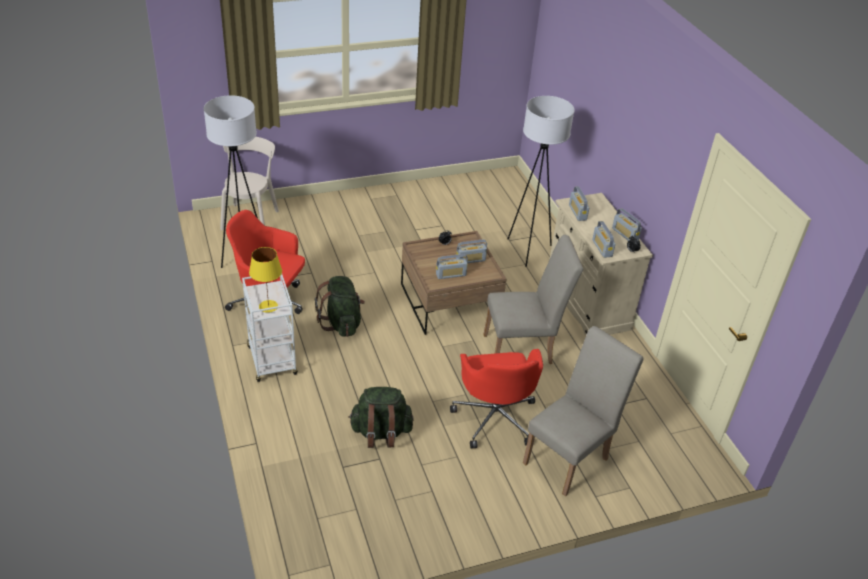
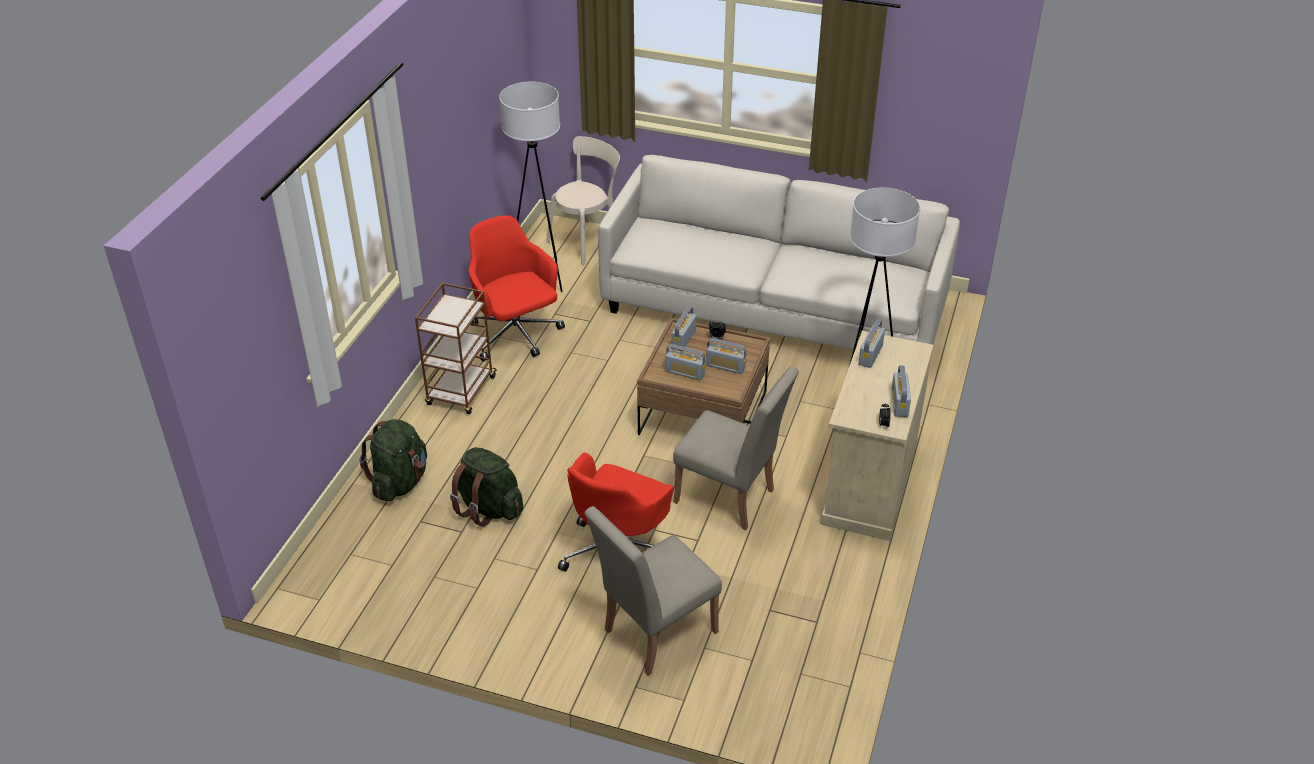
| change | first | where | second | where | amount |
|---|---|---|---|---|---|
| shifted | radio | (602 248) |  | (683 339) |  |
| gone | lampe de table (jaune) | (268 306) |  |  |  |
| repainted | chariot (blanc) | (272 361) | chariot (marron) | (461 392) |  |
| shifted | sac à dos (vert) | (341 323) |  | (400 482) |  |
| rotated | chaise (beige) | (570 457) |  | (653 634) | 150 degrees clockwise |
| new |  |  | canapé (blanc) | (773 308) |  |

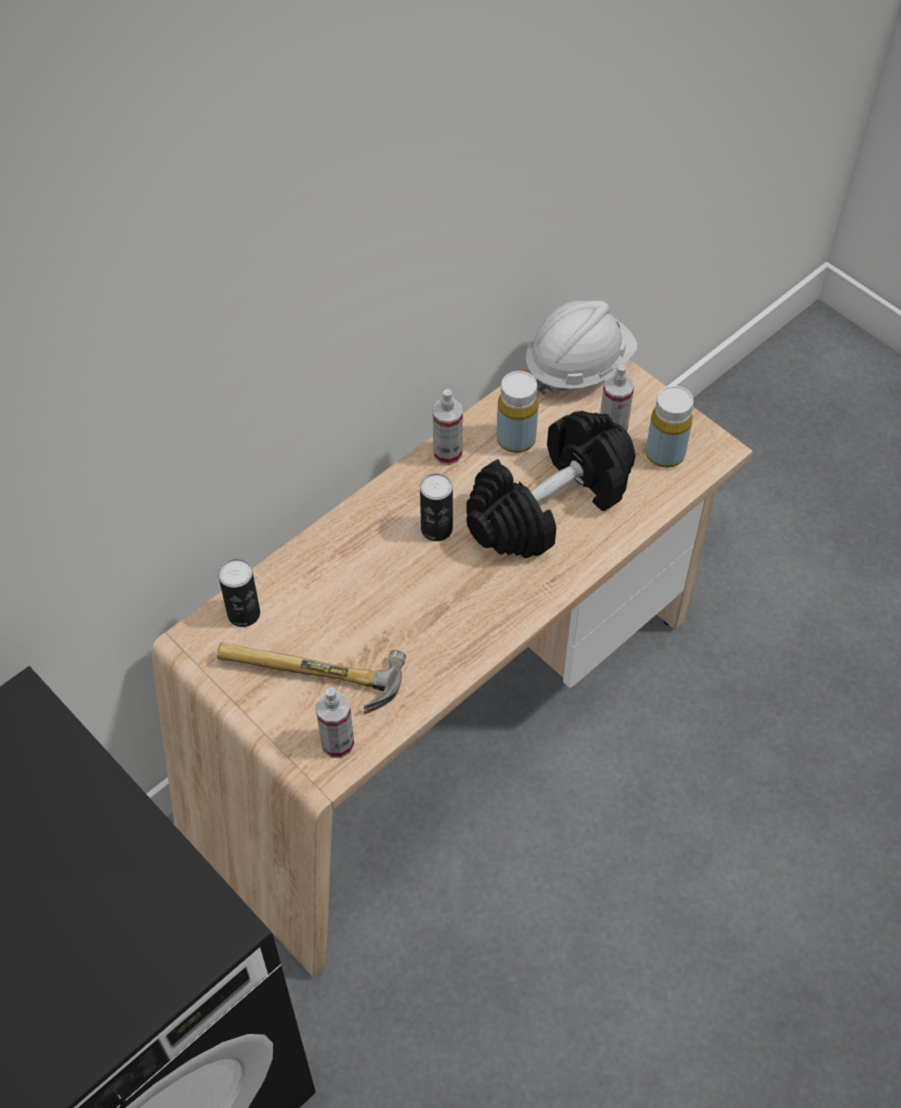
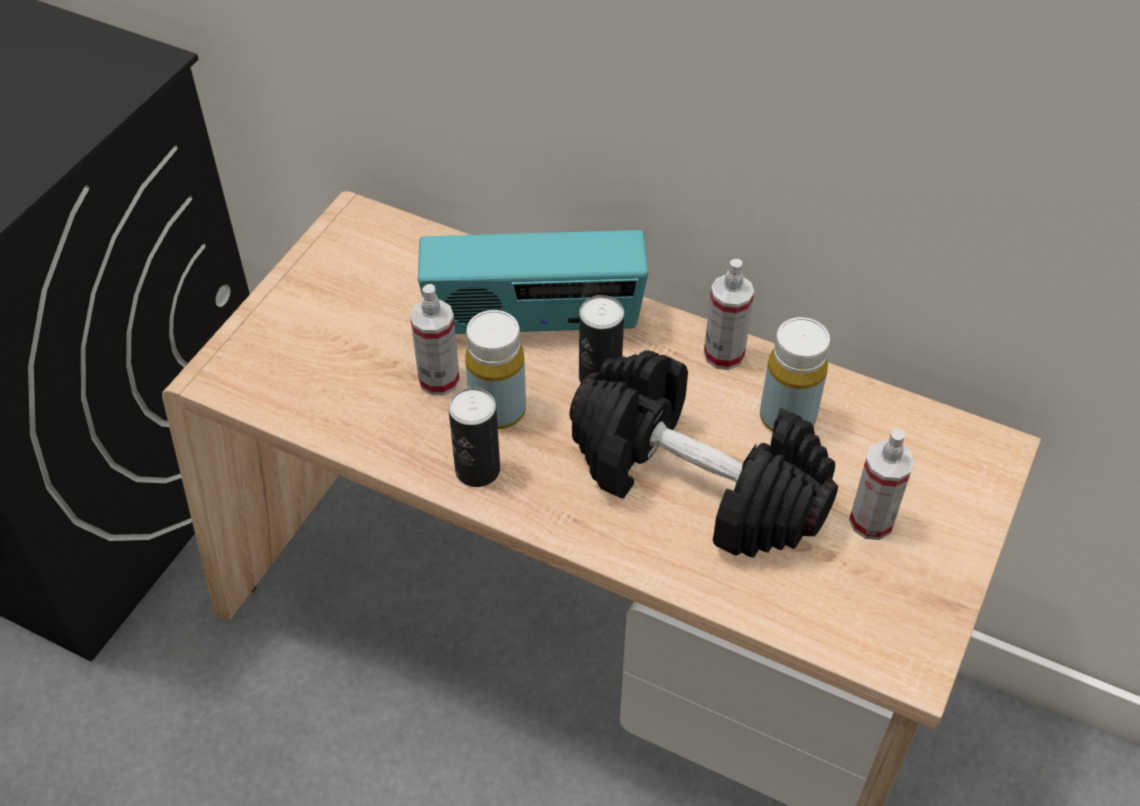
| change | first | where | second | where | amount |
|---|---|---|---|---|---|
| gone | casque de chantier (blanc) | (578 366) |  |  |  |
| shifted | bouteille (jaune) | (665 454) |  | (498 410) |  |
| shifted | boîte métallique | (243 613) |  | (477 469) |  |
| gone | marteau | (310 680) |  |  |  |
| shifted | vaporisateur | (337 743) |  | (439 380) |  |
| new |  |  | radio | (534 323) |  |

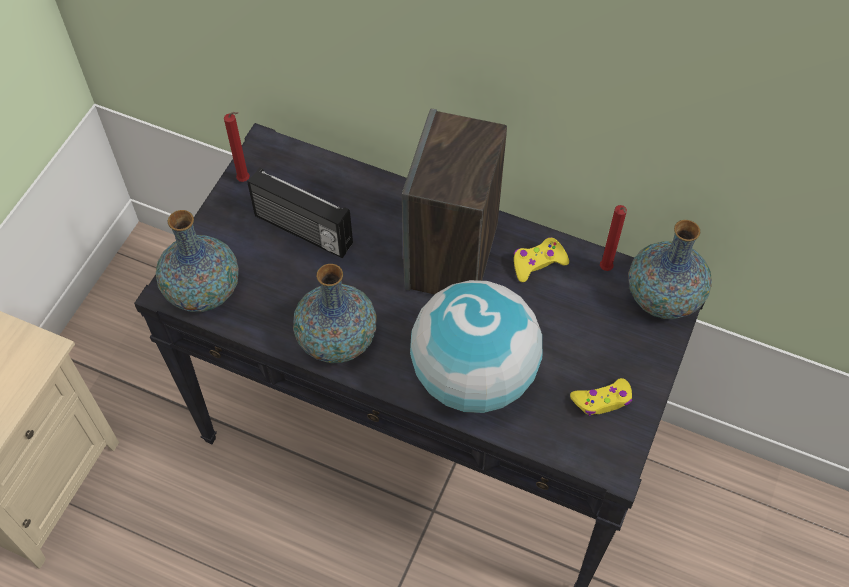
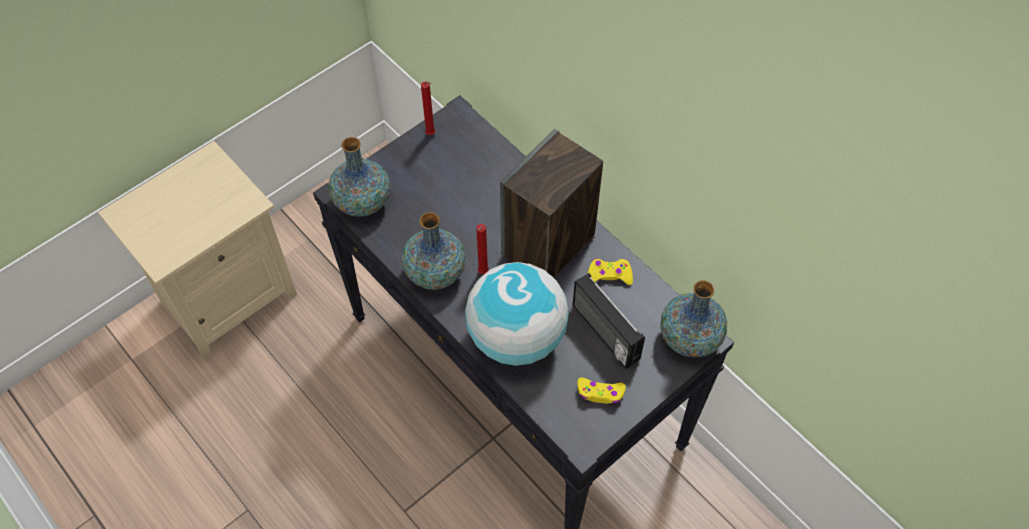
| change | first | where | second | where | amount |
|---|---|---|---|---|---|
| shifted | radio | (302 231) |  | (604 333) |  |
| shifted | bougie (rouge) | (606 270) |  | (482 273) |  |

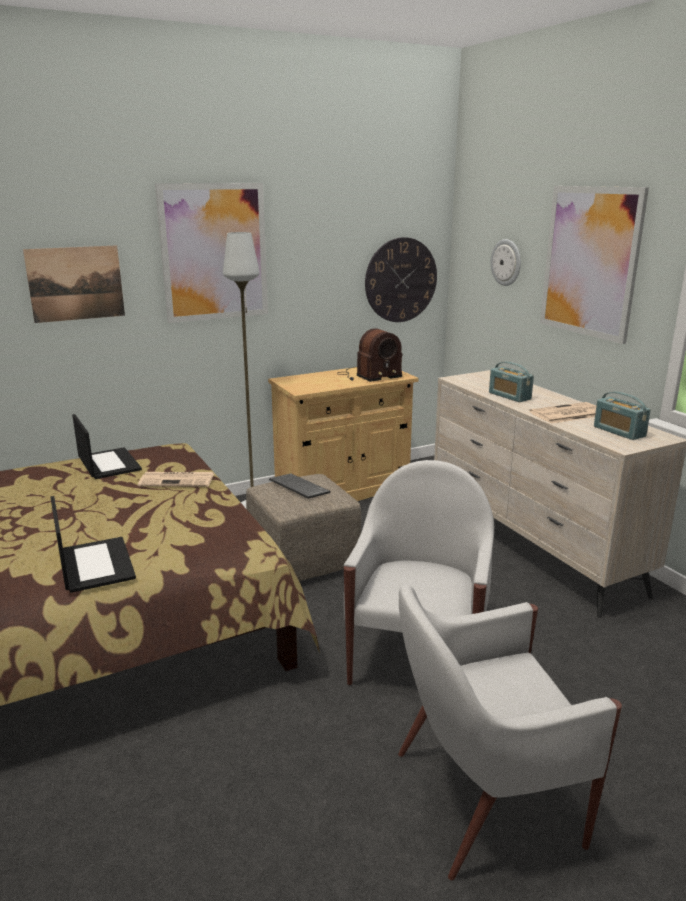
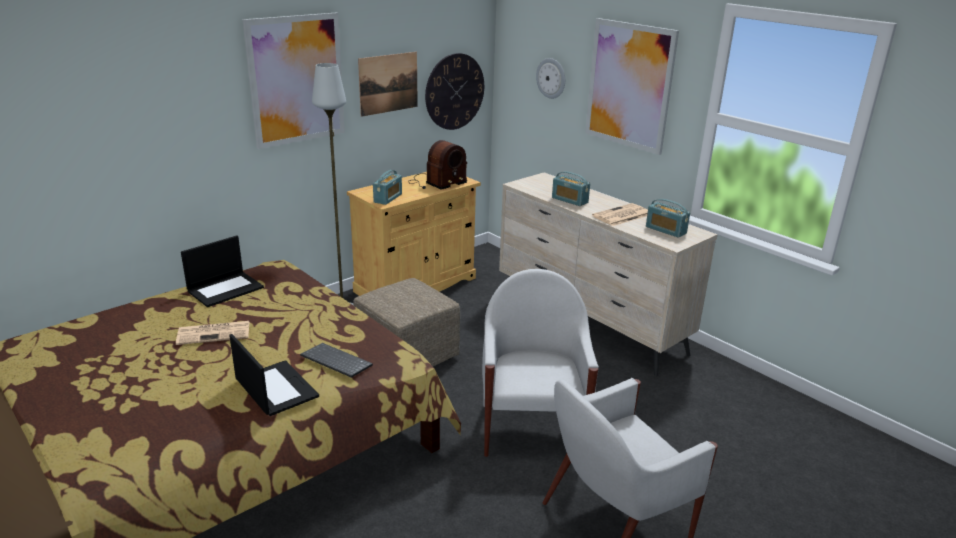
| change | first | where | second | where | amount |
|---|---|---|---|---|---|
| shifted | tableau | (76 283) |  | (388 83) |  |
| rotated | ordinateur portable | (108 463) |  | (226 289) | 90 degrees clockwise |
| shifted | journal | (178 480) |  | (215 333) |  |
| shifted | clavier | (297 487) |  | (334 362) |  |
| new |  |  | radio | (388 198) |  |

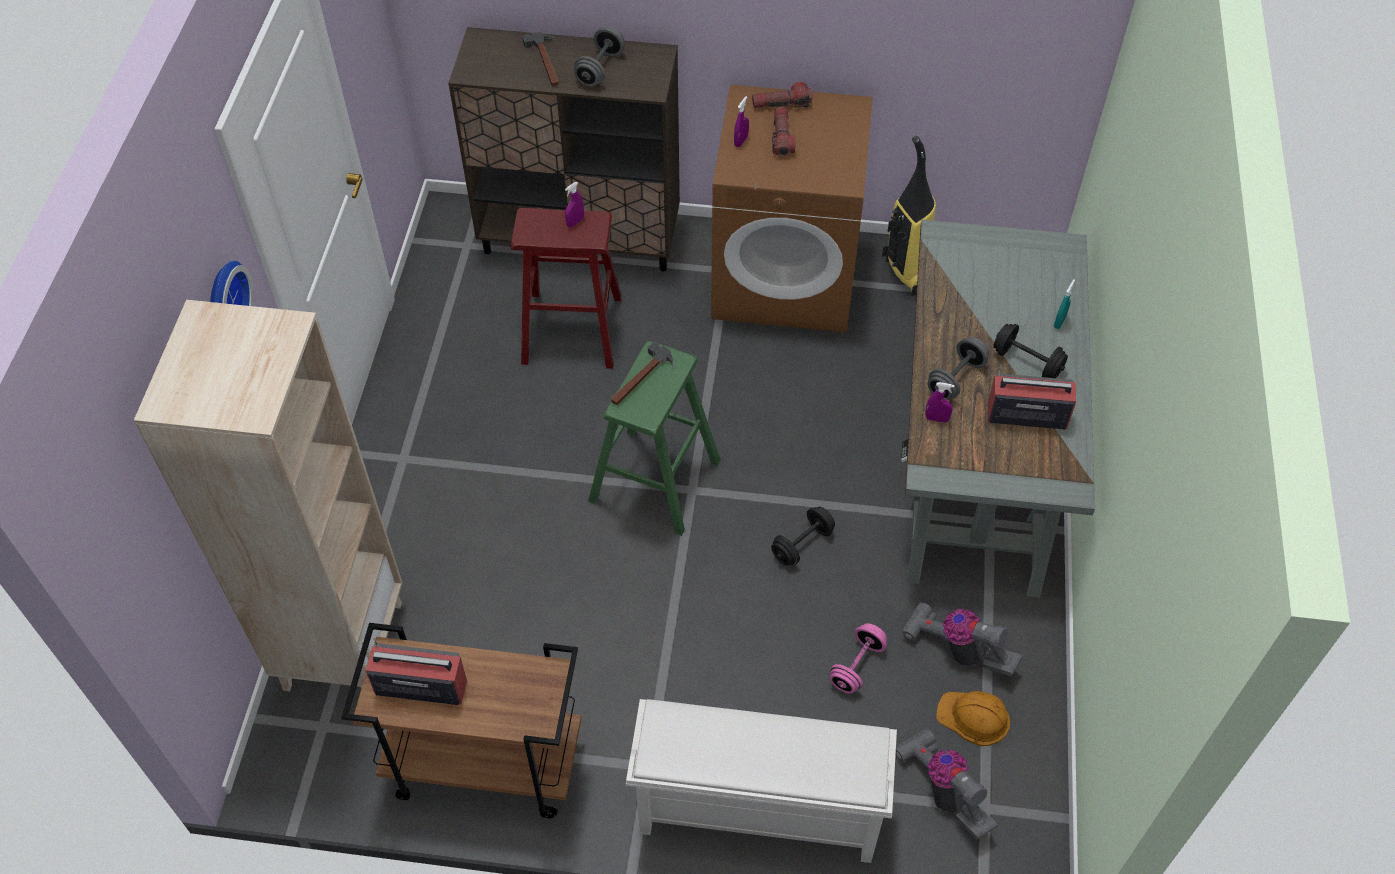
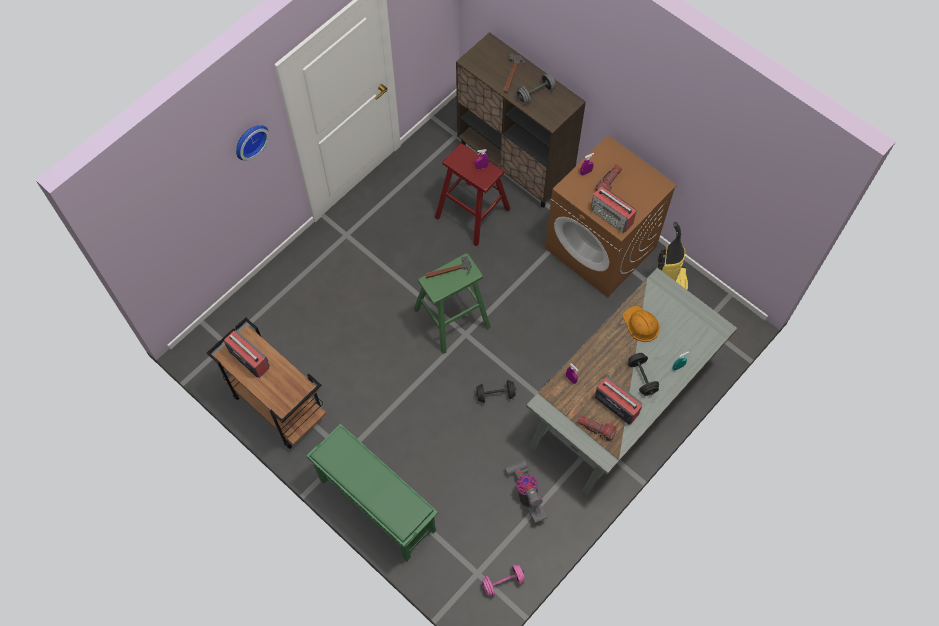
| change | first | where | second | where | amount |
|---|---|---|---|---|---|
| shifted | lampe de poche | (781 104) |  | (596 428) |  |
| gone | bibliothèque (beige) | (342 644) |  |  |  |
| gone | haltère (gris) | (955 379) |  |  |  |
| shifted | haltère (rose) | (856 666) |  | (503 582) |  |
| shifted | casque de chantier (orange) | (974 717) |  | (641 324) |  |
| repainted | étagère à chaussures (blanc) | (756 812) | étagère à chaussures (vert) | (375 505) |  |
| gone | aspirateur | (943 790) |  |  |  |
| new |  |  | radio | (612 216) |  |

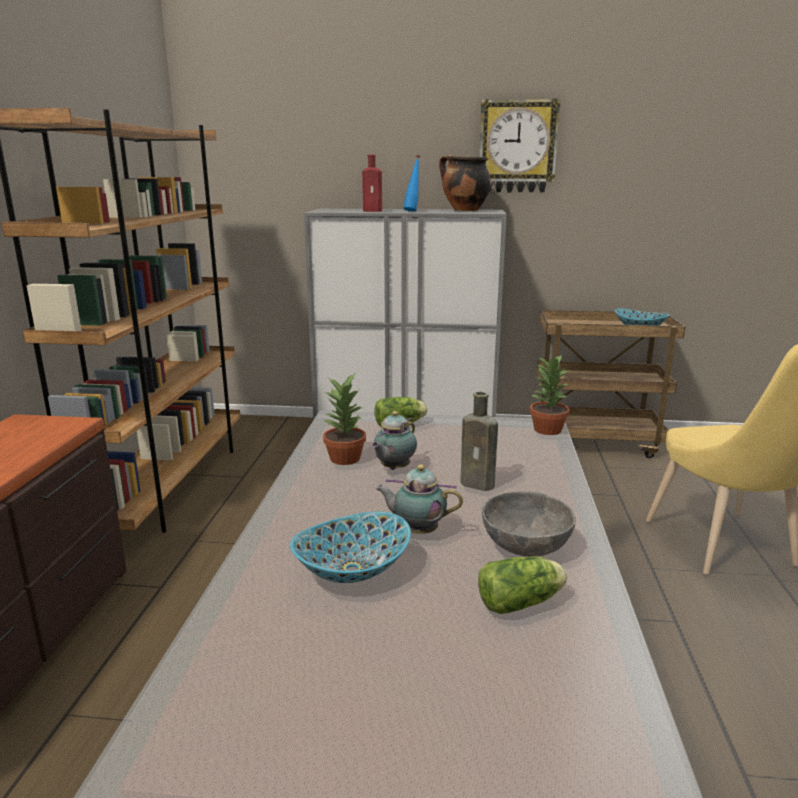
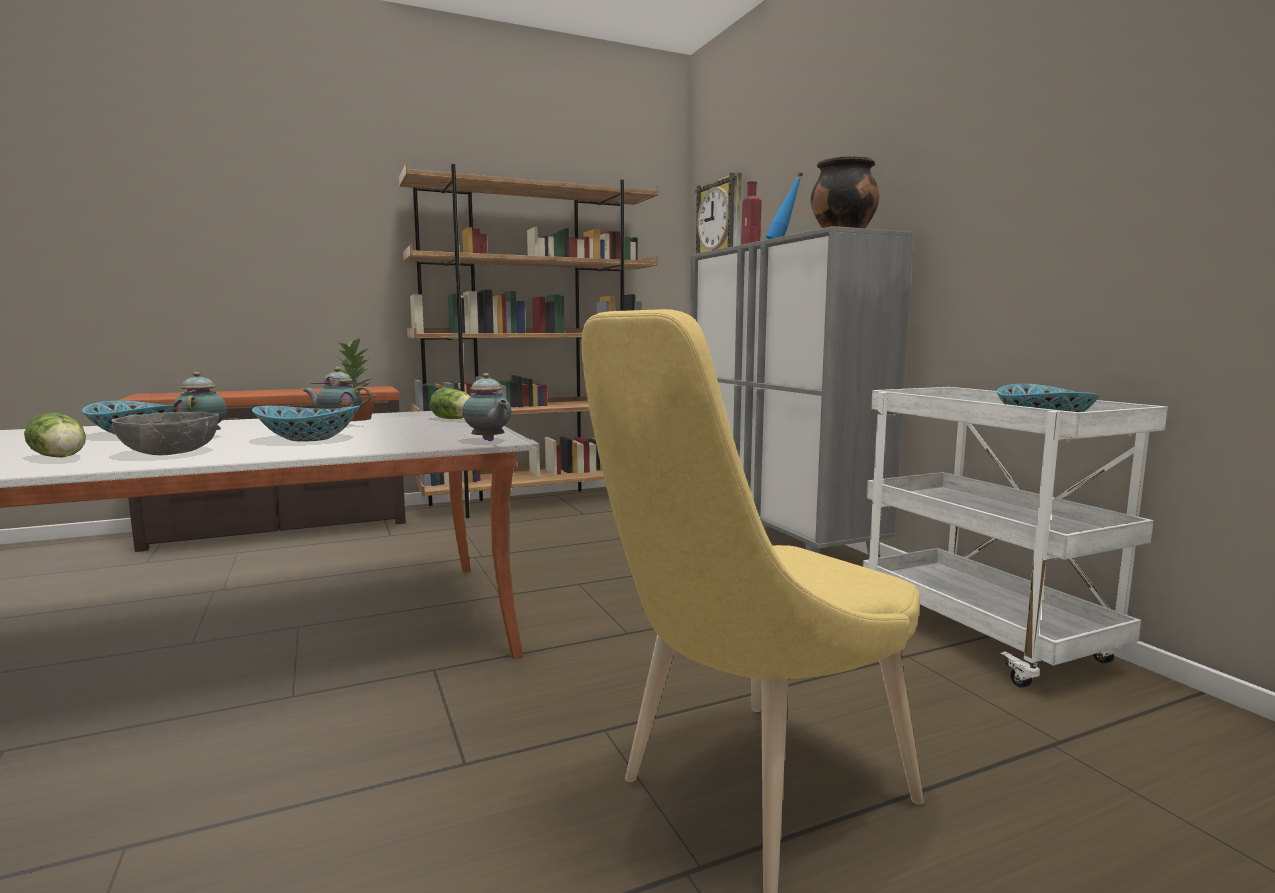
| change | first | where | second | where | amount |
|---|---|---|---|---|---|
| shifted | horloge murale | (517 147) |  | (721 224) |  |
| repainted | chariot (marron) | (595 443) | chariot (blanc) | (985 636) |  |
| swapped | plante en pot | (547 430) | théière | (488 441) |  |
| swapped | bouteille (marron) | (479 485) | bol | (309 439) |  |

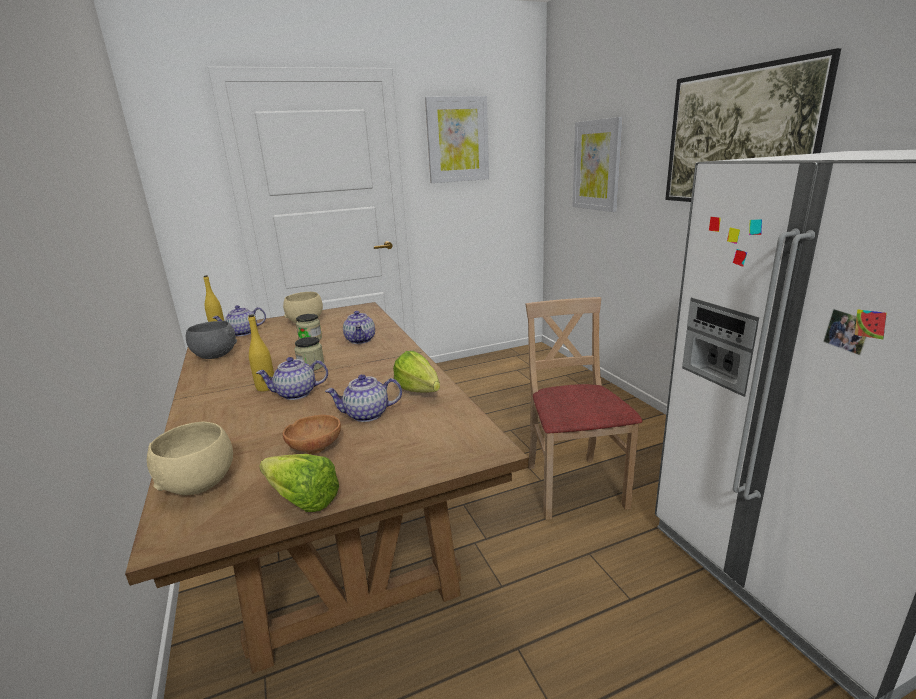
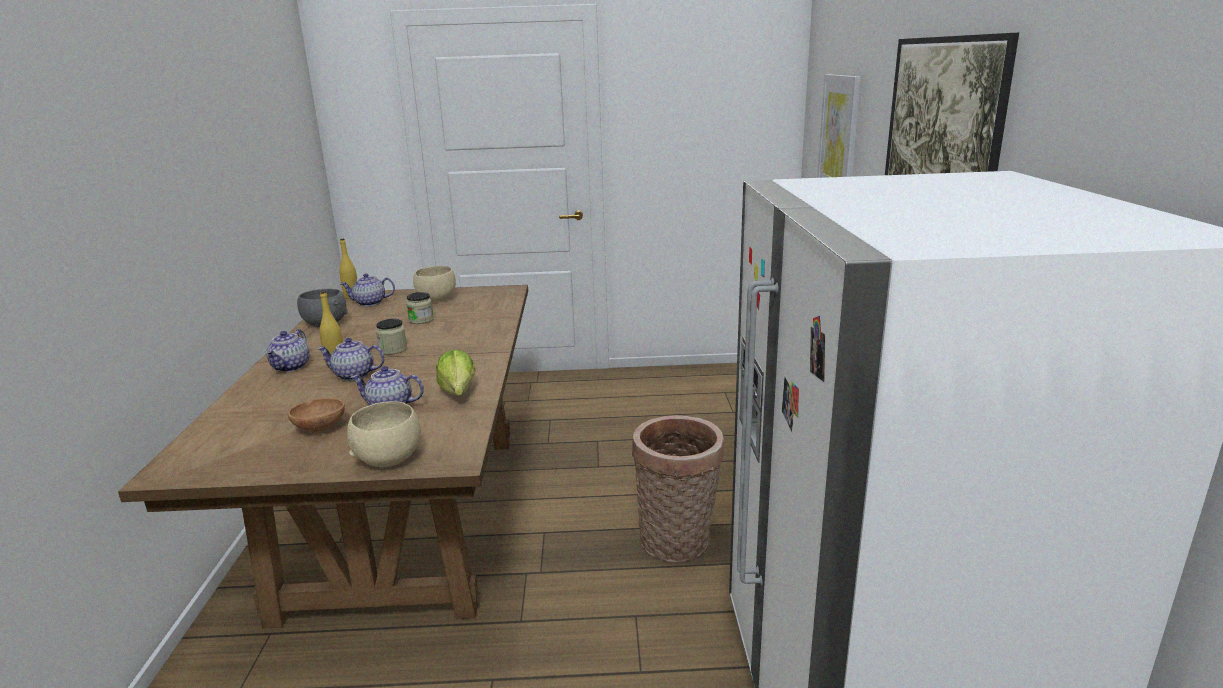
| change | first | where | second | where | amount |
|---|---|---|---|---|---|
| gone | tableau | (457 140) |  |  |  |
| swapped | chaise (beige) | (573 486) | panier | (678 543) |  |
| shifted | théière | (361 340) |  | (291 367) |  |
| shifted | bol (beige) | (200 484) |  | (389 459) |  |
| gone | laitue | (299 498) |  |  |  |

